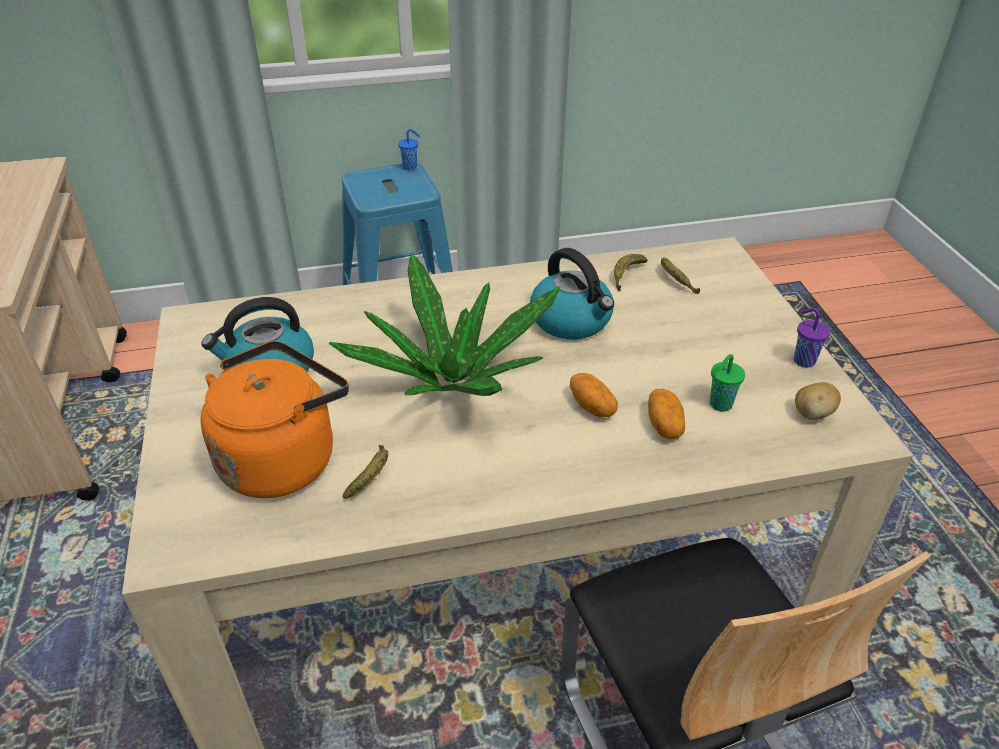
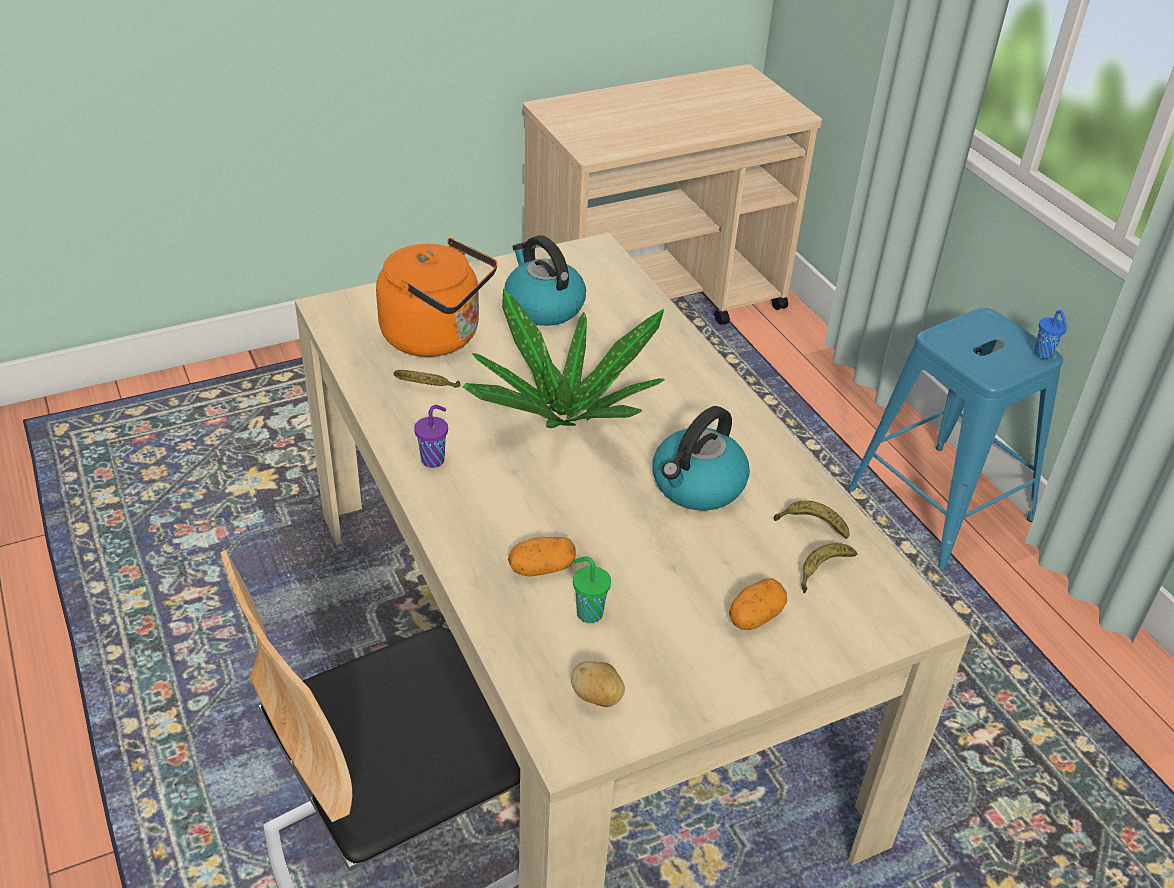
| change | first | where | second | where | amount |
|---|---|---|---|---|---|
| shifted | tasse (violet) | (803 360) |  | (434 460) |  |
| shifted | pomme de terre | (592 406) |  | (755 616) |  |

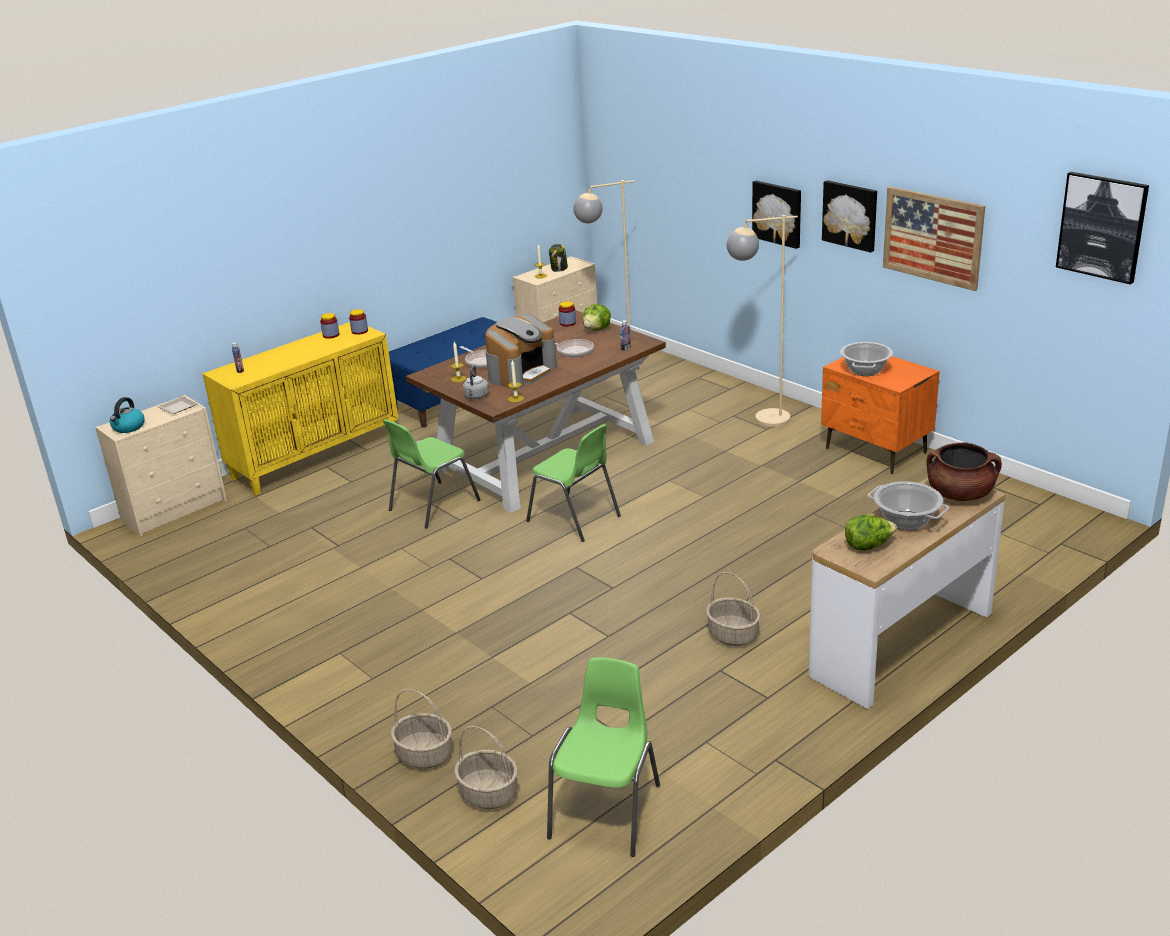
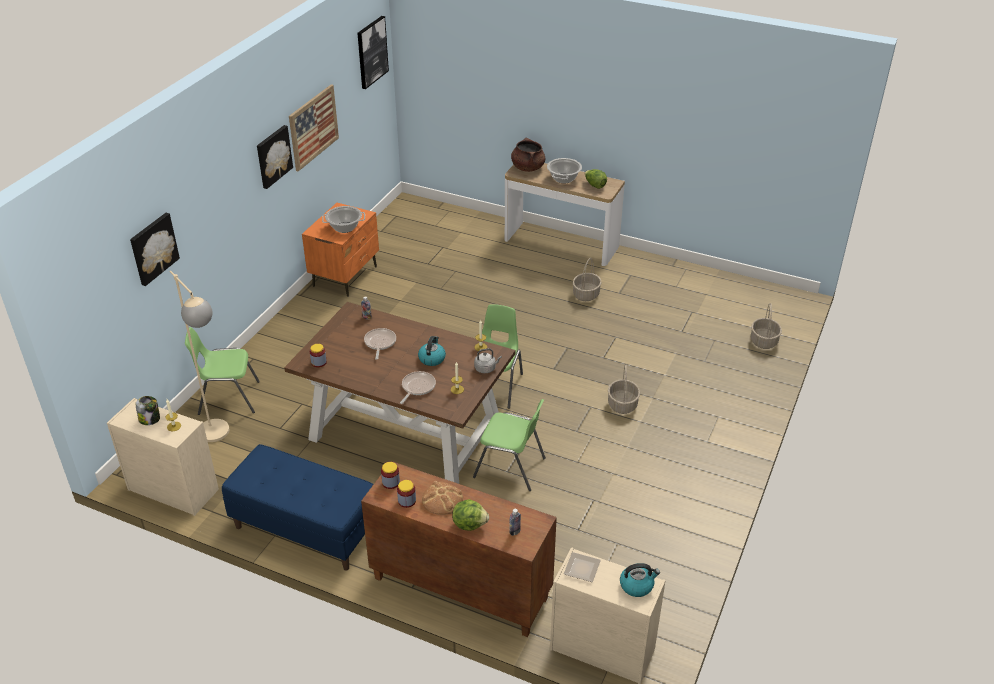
| change | first | where | second | where | amount |
|---|---|---|---|---|---|
| shifted | tableau | (778 213) |  | (153 248) |  |
| gone | lampadaire (beige) | (760 420) |  |  |  |
| shifted | laitue | (597 330) |  | (469 524) |  |
| swapped | machine à café | (521 372) | bouilloire | (432 358) |  |
| repainted | meuble de rangement (jaune) | (316 456) | meuble de rangement (marron) | (459 588) |  |
| shifted | chaise (vert) | (607 810) |  | (228 398) |  |
| shifted | panier | (424 755) |  | (622 405) |  |
| new |  |  | pain | (442 499) |  |

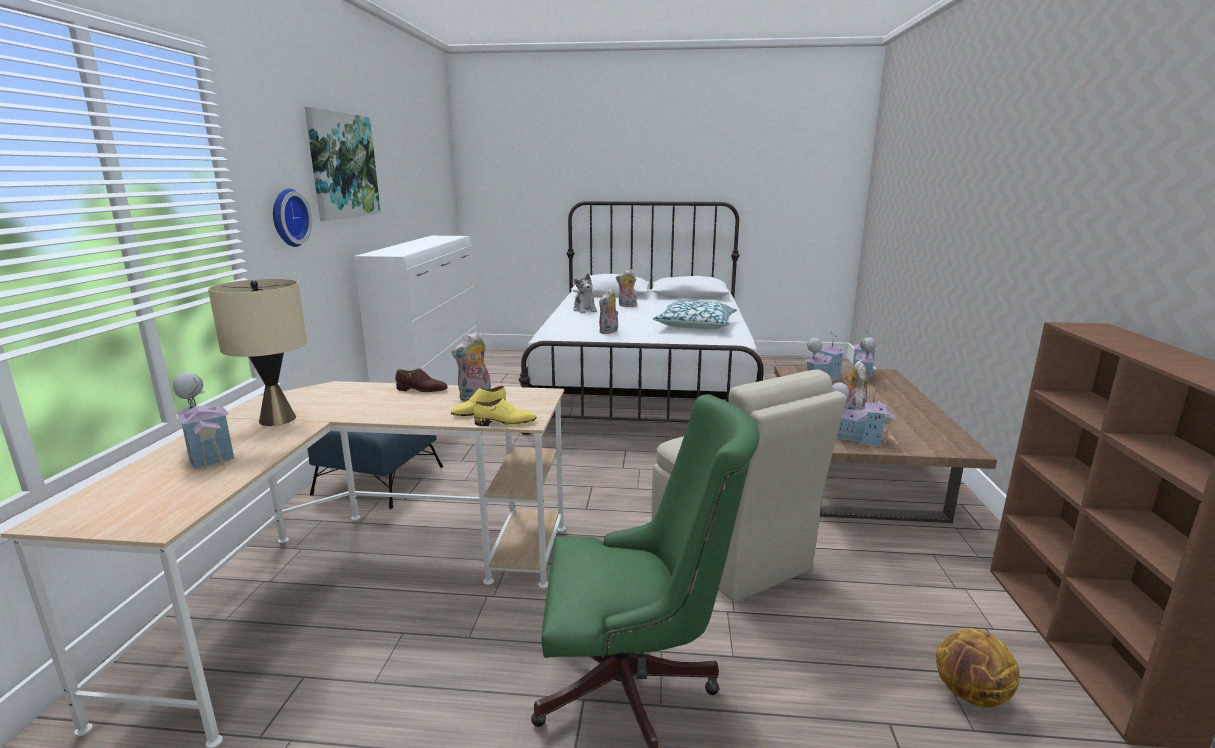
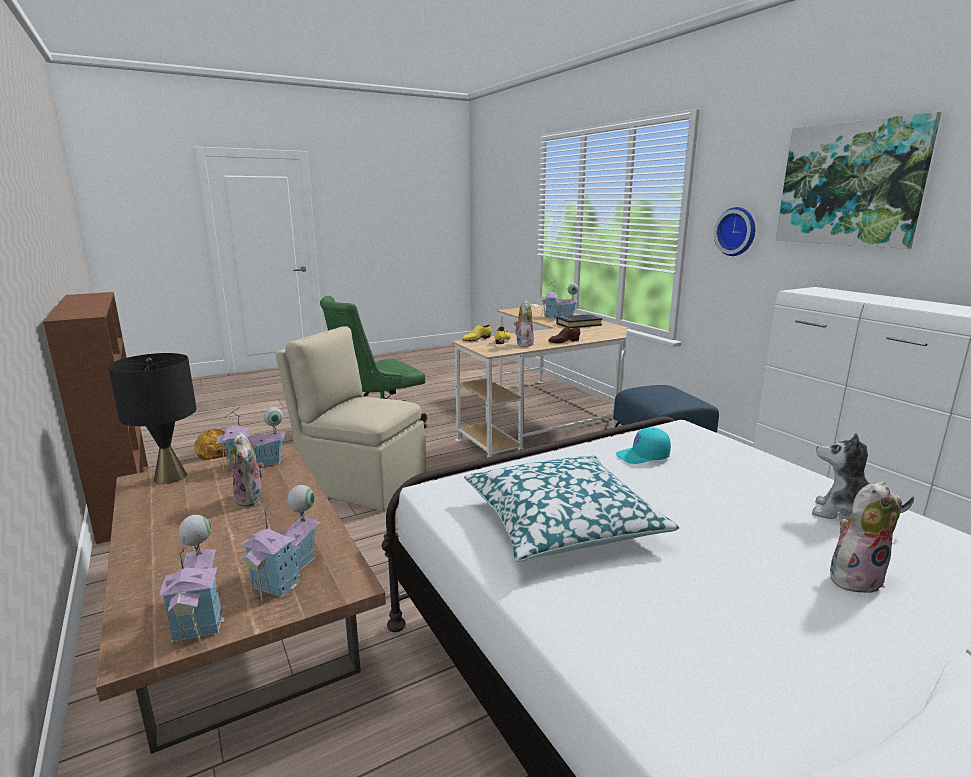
| change | first | where | second | where | amount |
|---|---|---|---|---|---|
| swapped | lampe de table (beige) | (277 419) | livre (noir) | (578 324) |  |
| swapped | peluche | (609 332) | casquette (turquoise) | (643 456) |  |
| new |  |  | lampe de table (noir) | (170 477) |  |

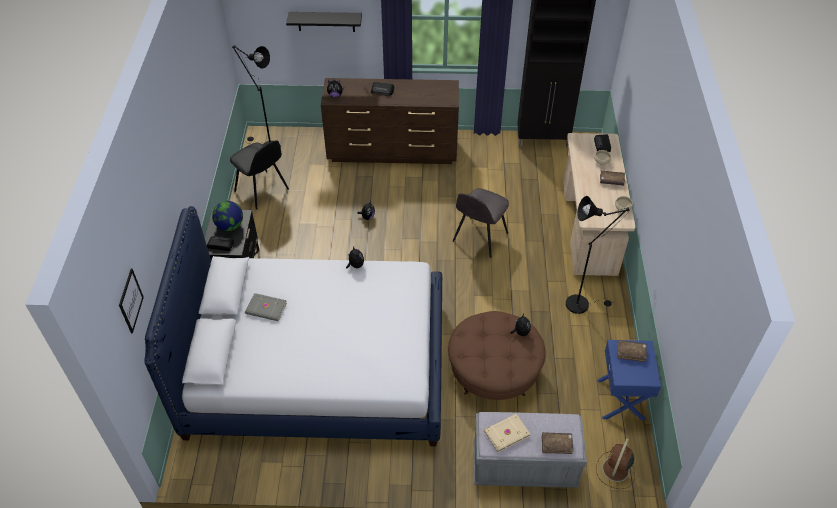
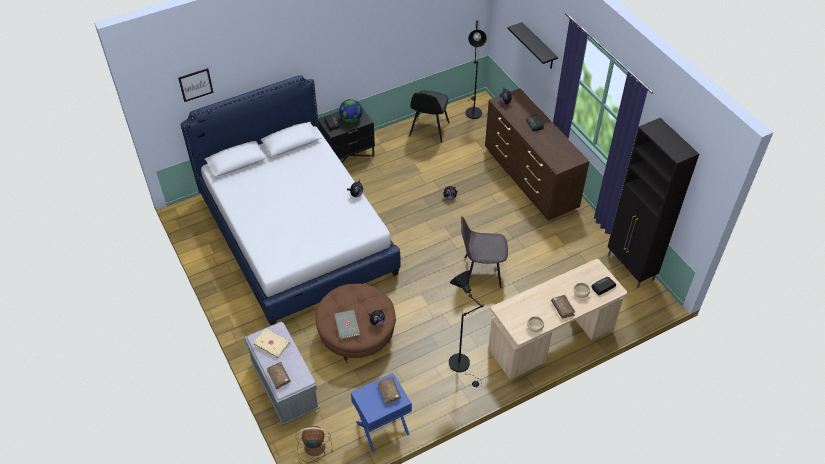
| change | first | where | second | where | amount |
|---|---|---|---|---|---|
| shifted | livre (gris) | (266 309) |  | (346 325) |  |

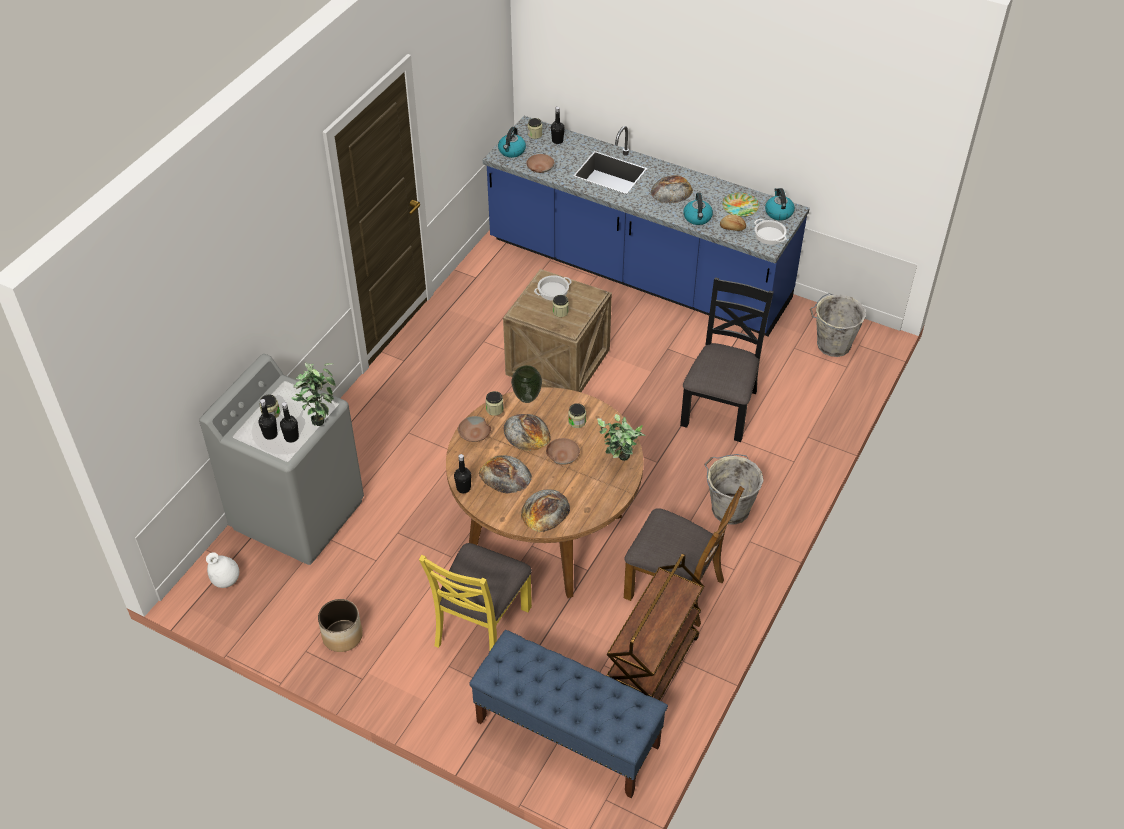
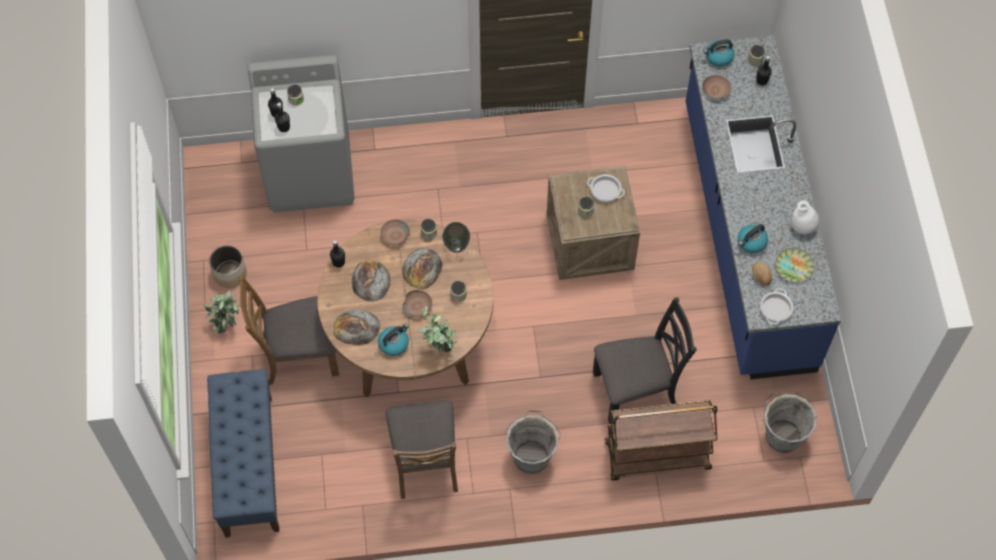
| change | first | where | second | where | amount |
|---|---|---|---|---|---|
| gone | pain | (671 190) |  |  |  |
| shifted | bouilloire | (778 212) |  | (394 343) |  |
| shifted | plante en pot | (319 417) |  | (227 325) |  |
| repainted | chaise (jaune) | (481 626) | chaise (marron) | (298 354) |  |
| shifted | vase (blanc) | (226 581) |  | (802 227) |  |
| shifted | chariot (marron) | (652 672) |  | (656 456) |  |

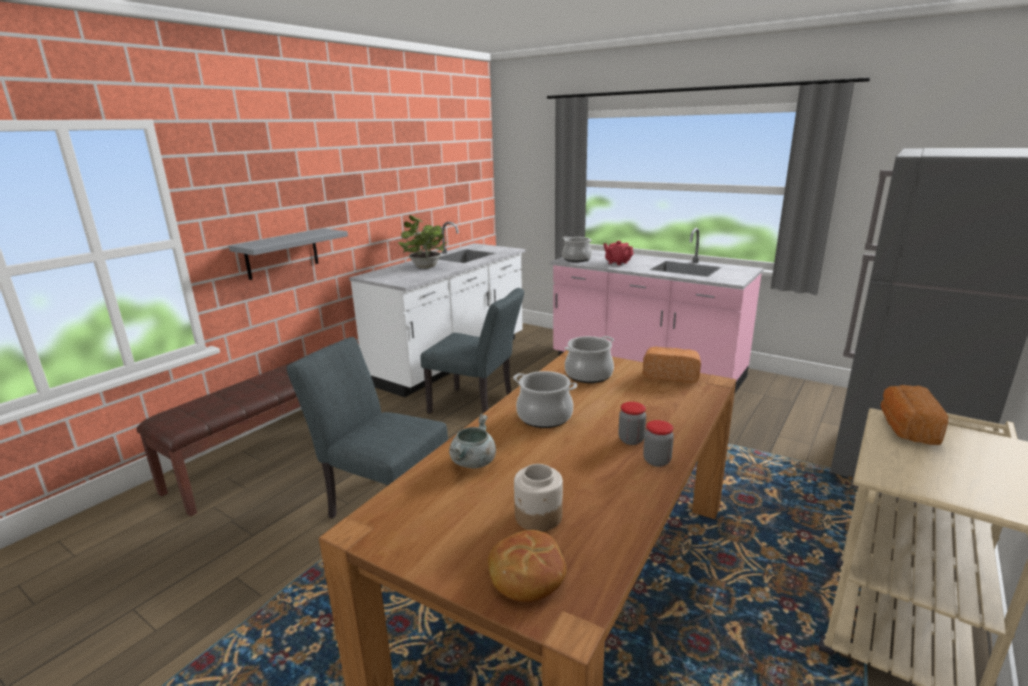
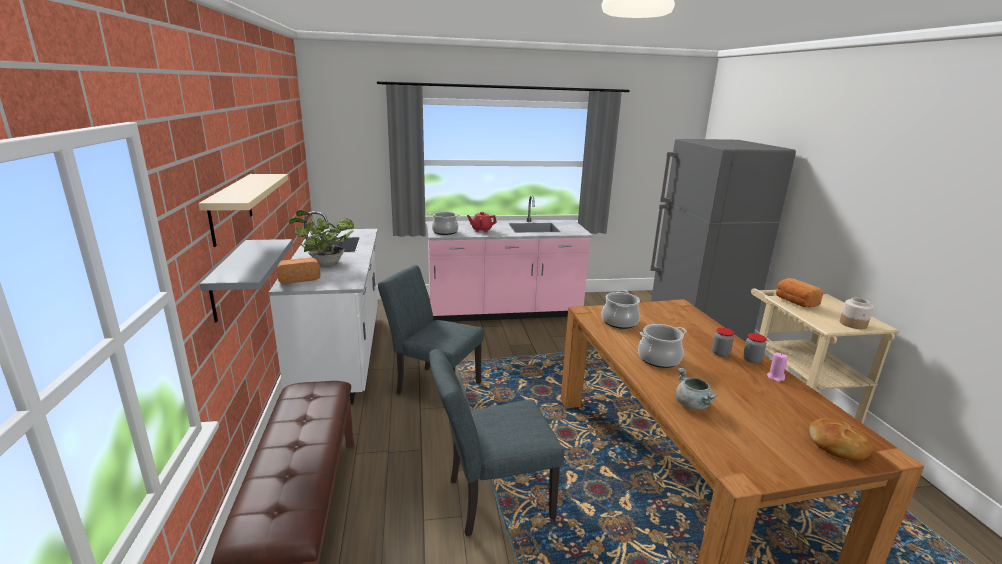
| change | first | where | second | where | amount |
|---|---|---|---|---|---|
| rotated | chaise (gris) | (477 407) |  | (433 386) | 135 degrees counterclockwise |
| shifted | pain | (670 376) |  | (299 279) |  |
| shifted | bocal | (538 516) |  | (853 324) |  |
| new |  |  | étagère (beige) | (230 208) |  |
| new |  |  | bougie (rose) | (775 377) |  |

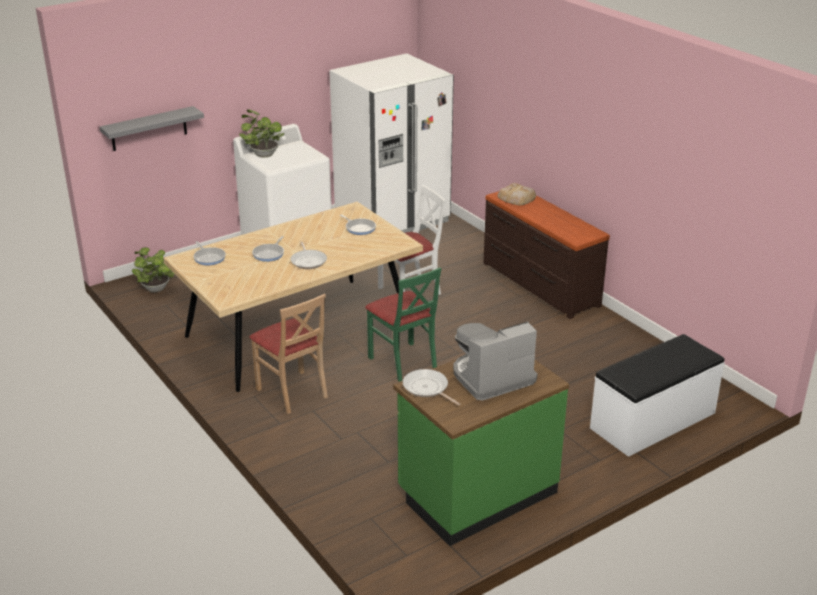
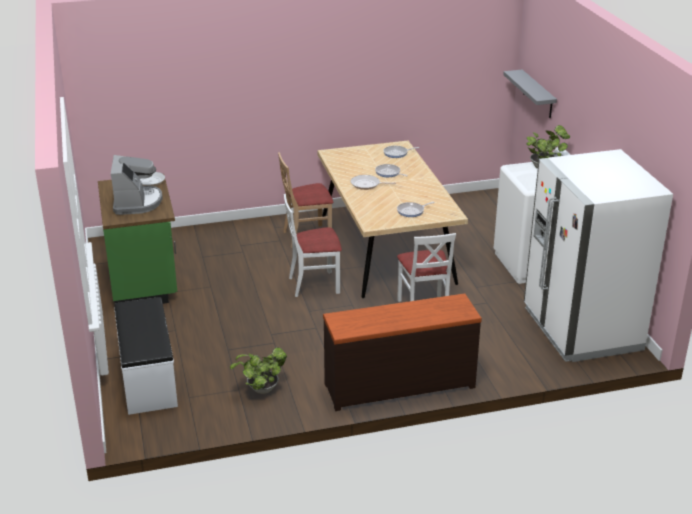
| change | first | where | second | where | amount |
|---|---|---|---|---|---|
| gone | pain | (517 198) |  |  |  |
| shifted | plante en pot | (157 290) |  | (260 390) |  |
| repainted | chaise (vert) | (403 362) | chaise (blanc) | (314 284) |  |

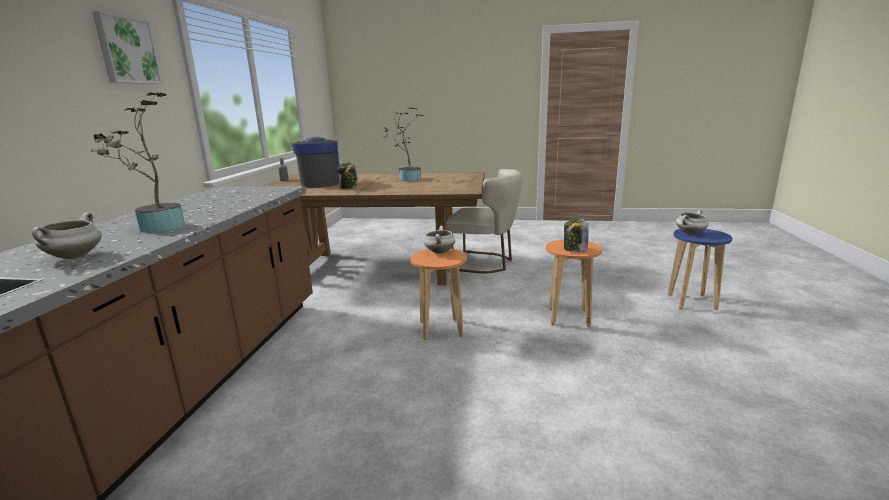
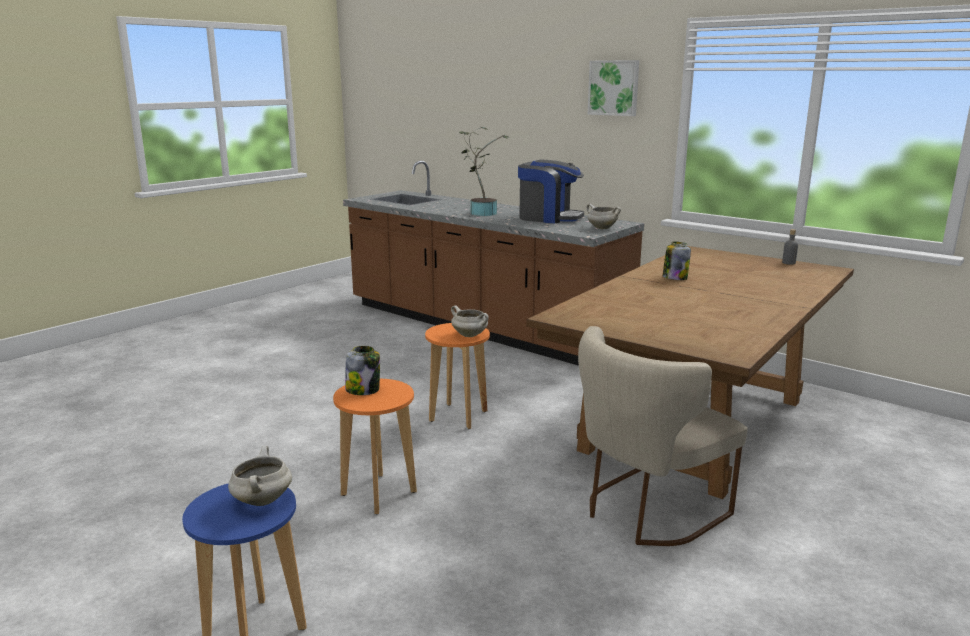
| change | first | where | second | where | amount |
|---|---|---|---|---|---|
| gone | plante en pot | (407 179) |  |  |  |
| shifted | machine à café | (320 183) |  | (549 218) |  |
| shifted | marmite (blanc) | (74 257) |  | (601 228) |  |

